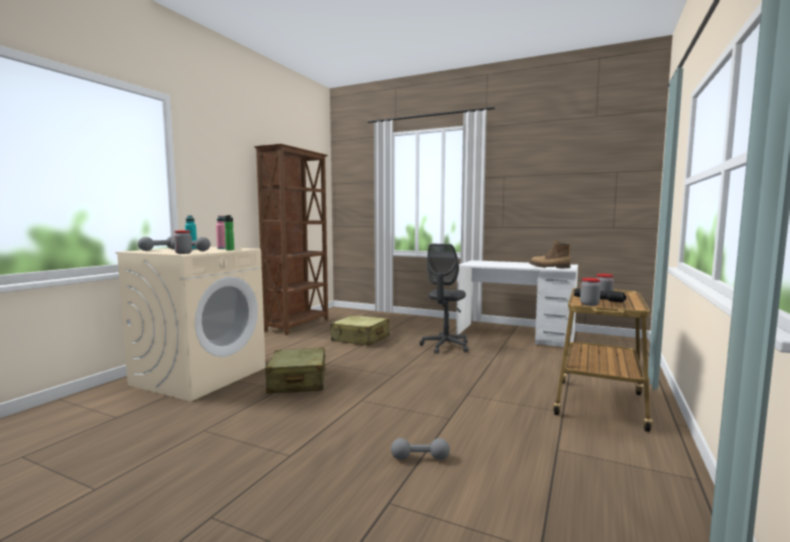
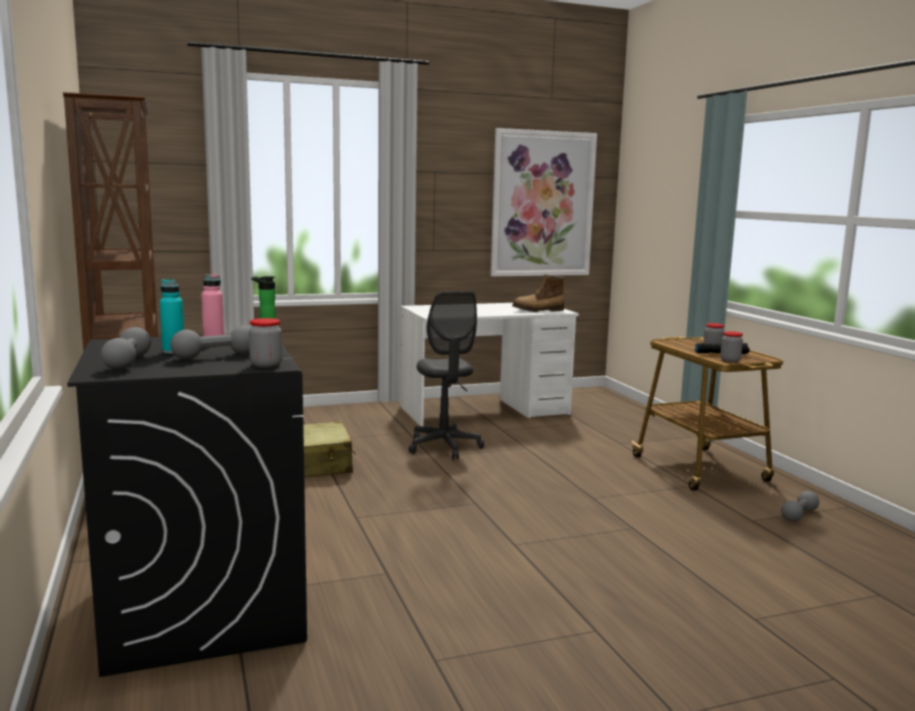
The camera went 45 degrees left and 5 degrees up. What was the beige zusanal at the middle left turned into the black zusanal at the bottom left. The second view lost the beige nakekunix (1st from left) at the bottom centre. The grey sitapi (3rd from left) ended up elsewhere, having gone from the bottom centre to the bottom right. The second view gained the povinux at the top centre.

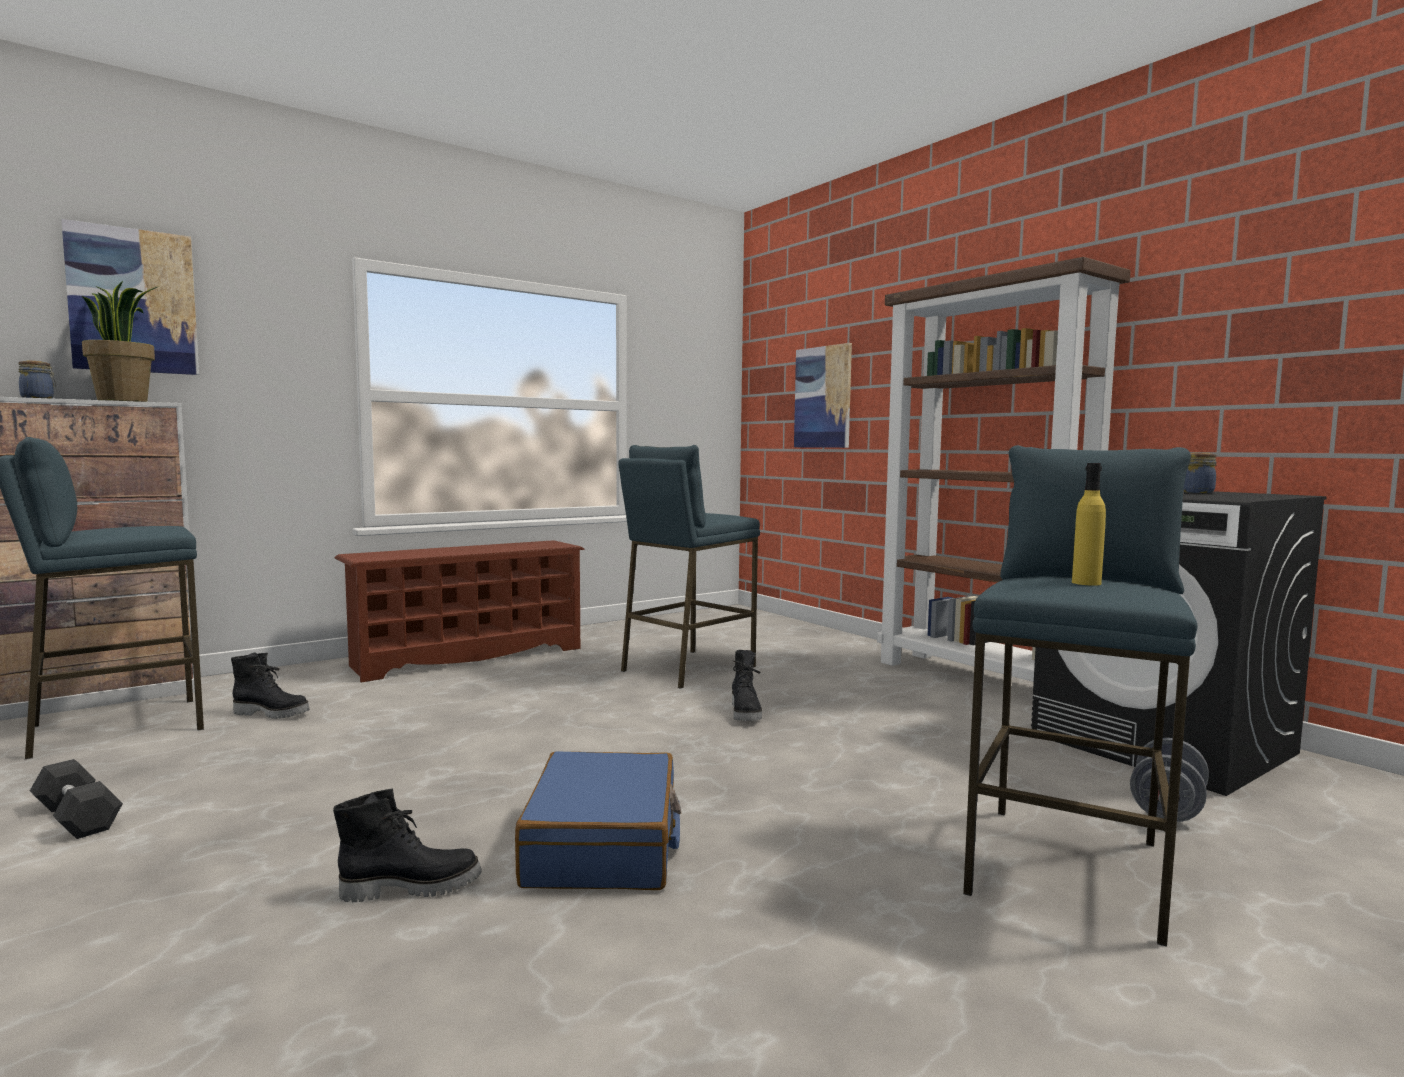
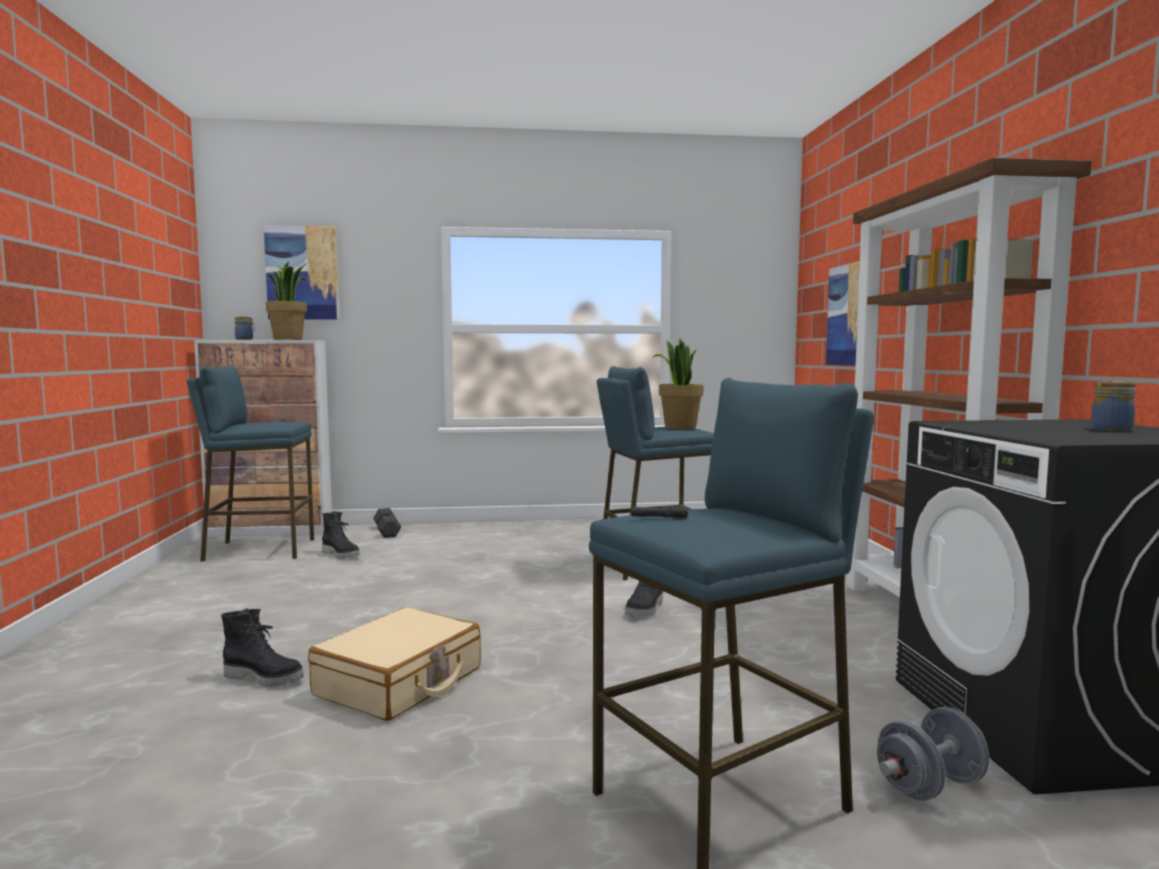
The camera went 30 degrees right and 0 degrees up. The second view lost the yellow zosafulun at the middle right. The second view lost the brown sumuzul at the middle left. What was the blue nakekunix at the bottom centre turned into the beige nakekunix at the bottom centre. The grey sitapi (1st from left) ended up elsewhere, having gone from the bottom left to the centre. The second view gained the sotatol (2nd from left) at the centre. The second view gained the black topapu at the centre.

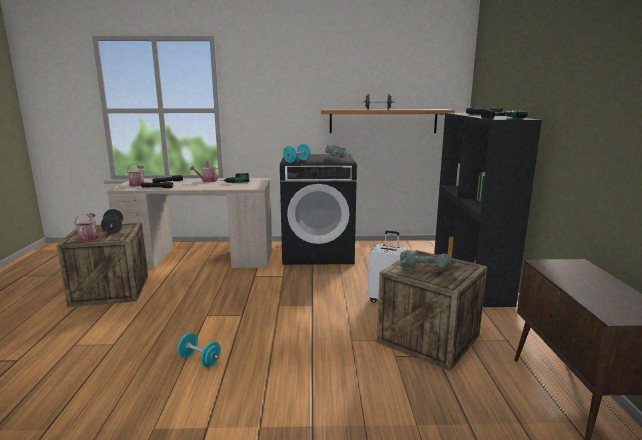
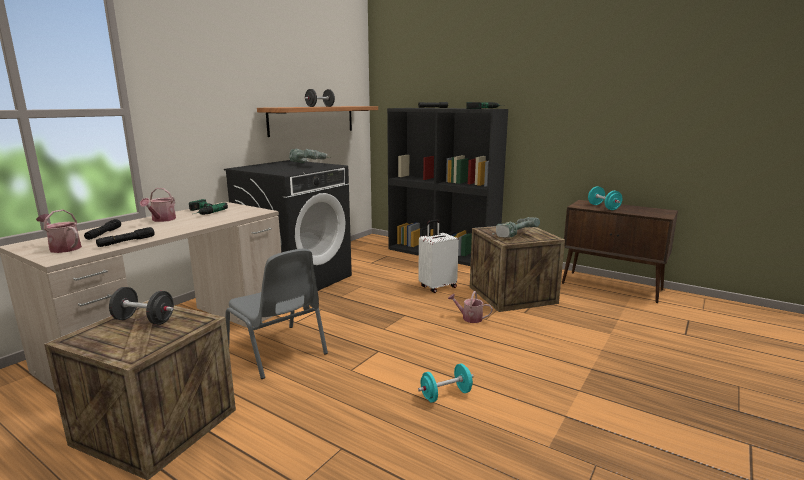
The camera went 55 degrees left and 0 degrees up. The turquoise sitapi (2nd from left) ended up elsewhere, having gone from the centre to the middle right. The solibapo (1st from left in the first image) ended up elsewhere, having gone from the middle left to the centre. The second view gained the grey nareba at the centre.

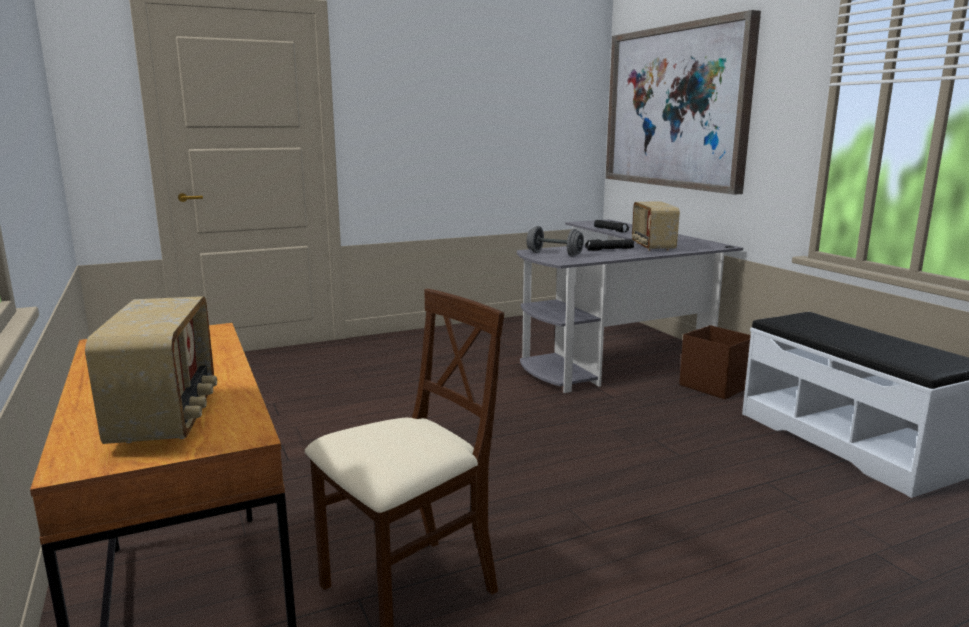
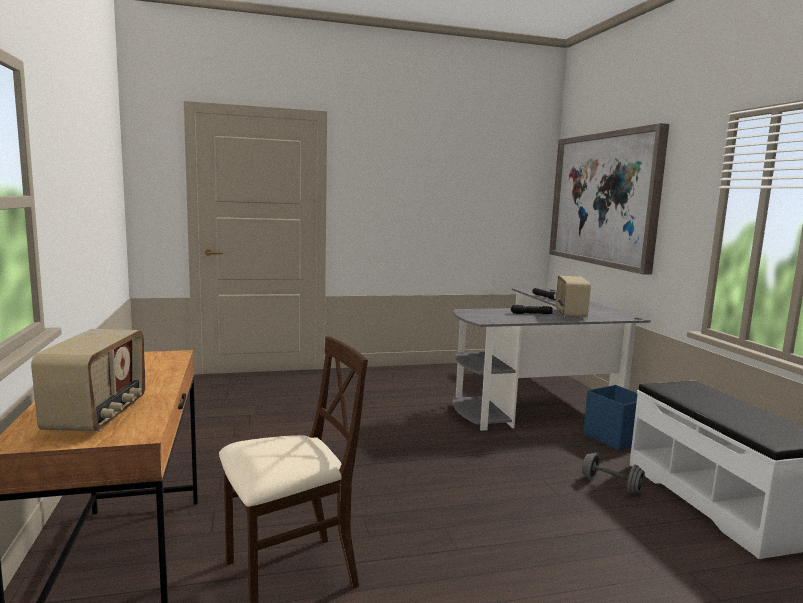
The camera went 10 degrees right and 5 degrees down. The grey sitapi ended up elsewhere, having gone from the centre to the bottom right. What was the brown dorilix at the middle right turned into the blue dorilix at the bottom right.

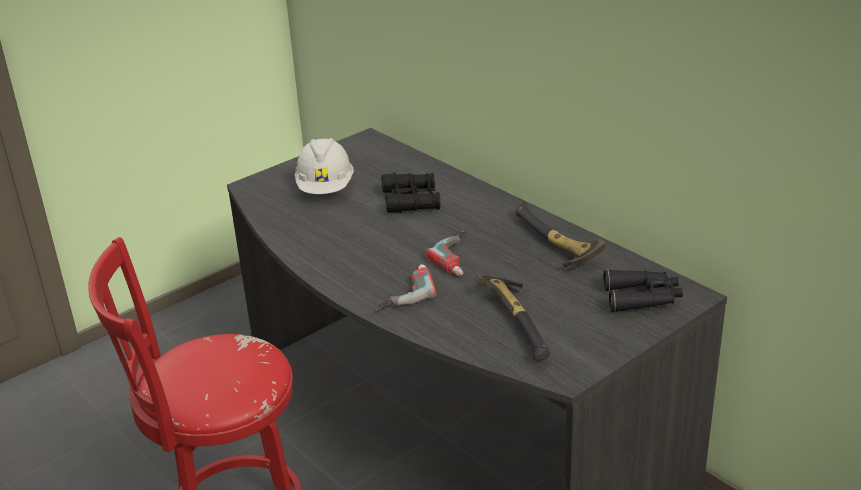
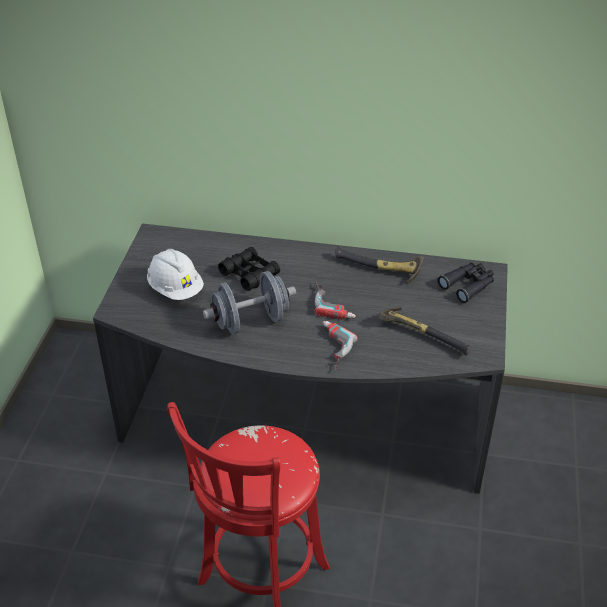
The camera went 40 degrees left and 10 degrees up. The second view gained the grey sitapi at the centre.

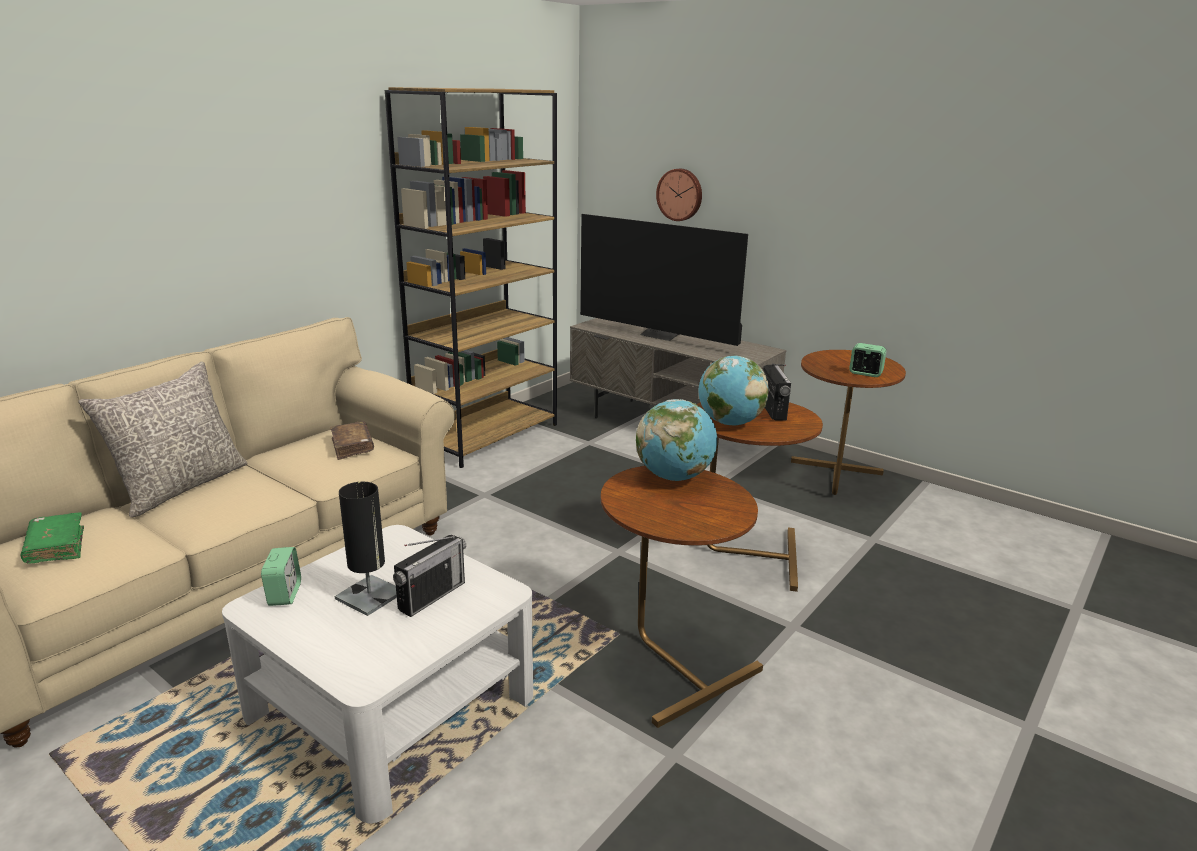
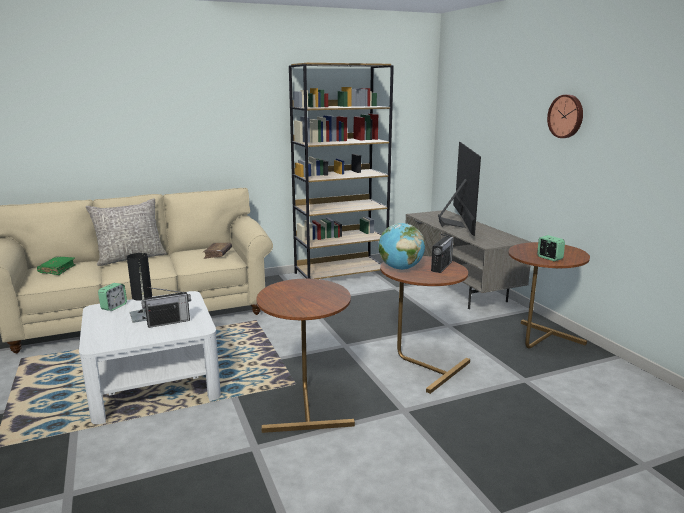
The camera went 30 degrees right and 5 degrees down. The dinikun ended up elsewhere, having gone from the top centre to the top right. The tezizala at the top centre ended up facing another way, 150 degrees counterclockwise from before. The second view lost the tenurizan (1st from left) at the centre.

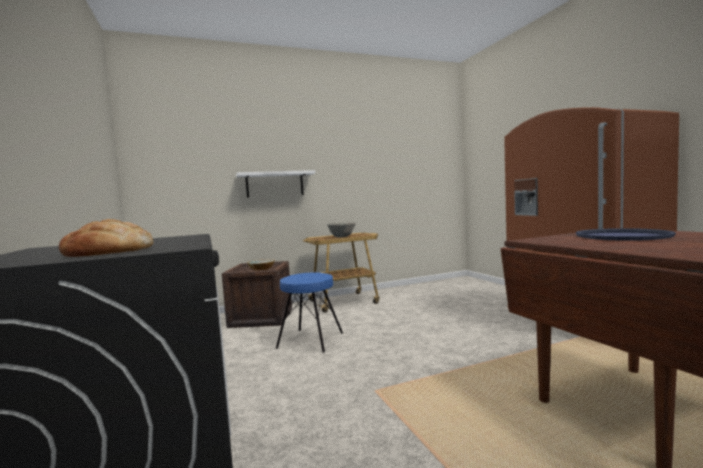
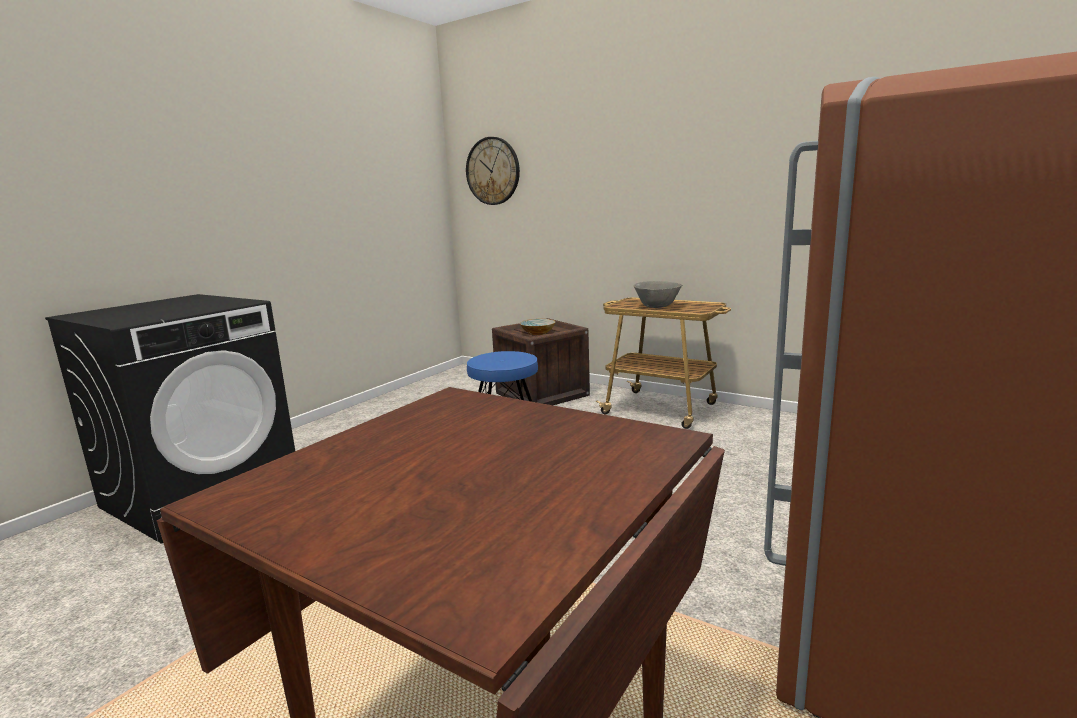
The camera went 55 degrees right and 10 degrees up. The second view lost the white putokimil at the centre. The second view lost the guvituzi at the middle left. The second view lost the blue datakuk at the middle right. The second view gained the dinikun at the top centre.

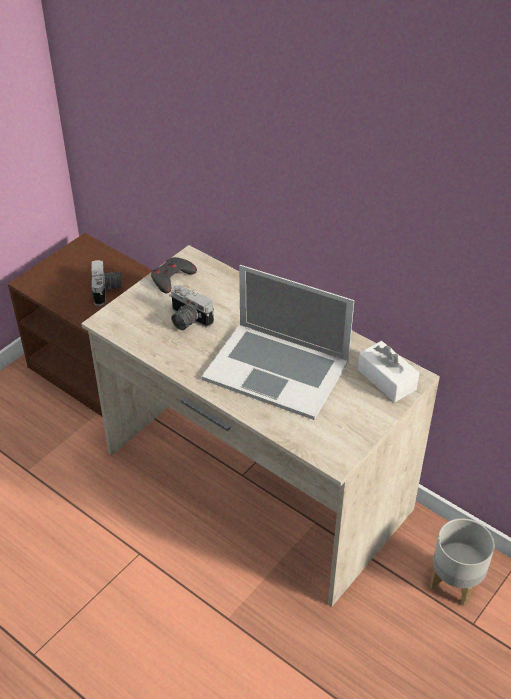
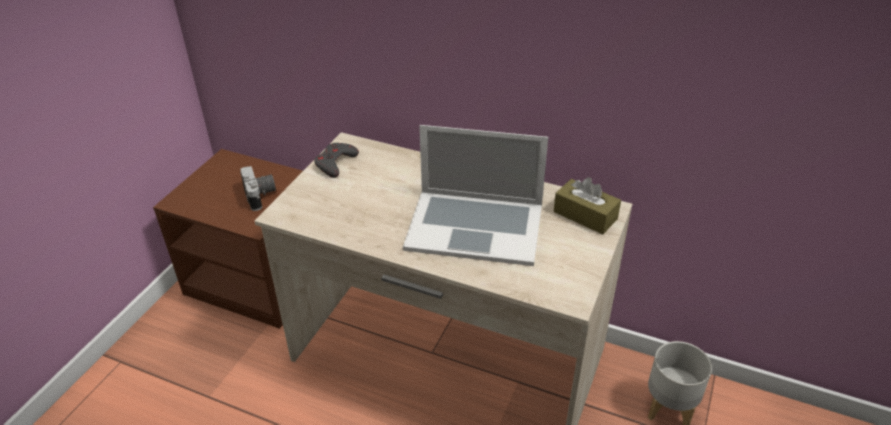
The camera went 15 degrees left and 5 degrees down. The second view lost the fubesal (2nd from left) at the centre. What was the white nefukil at the middle right turned into the brown nefukil at the centre.

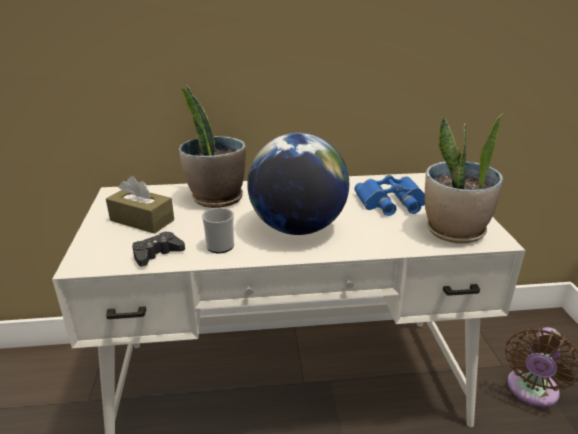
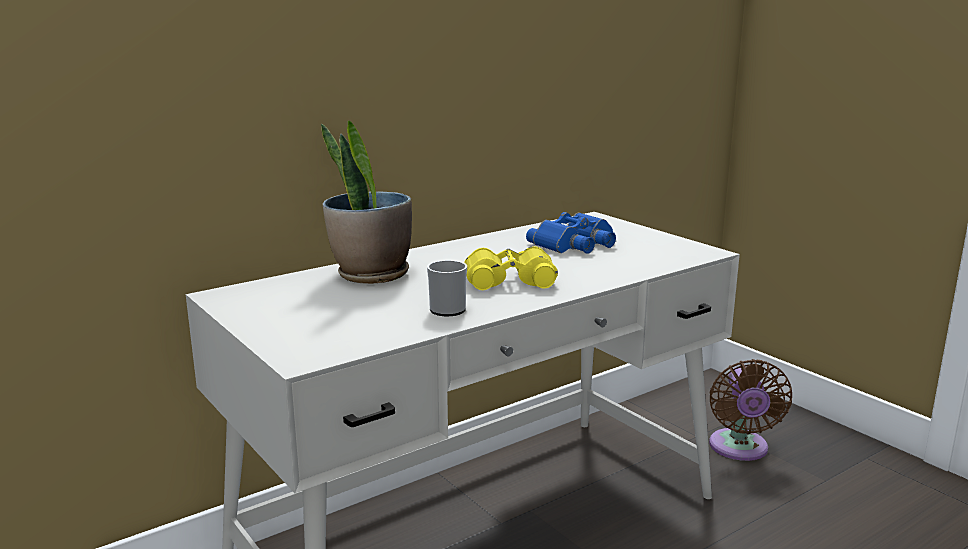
The camera went 30 degrees left and 10 degrees down. The second view lost the sotatol (2nd from left) at the middle right. Where the tenurizan stood at the centre, the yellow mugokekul came to stand at the centre. The second view lost the brown nefukil at the middle left. The second view lost the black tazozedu at the middle left.

